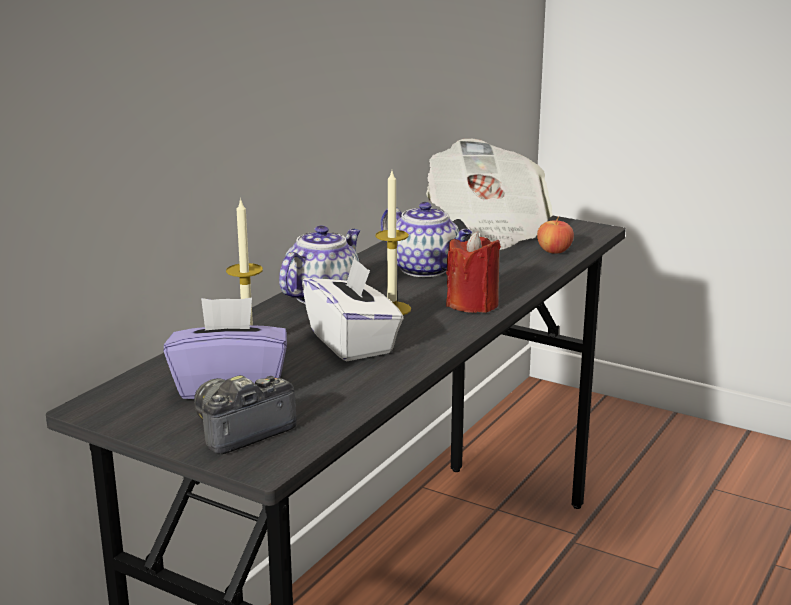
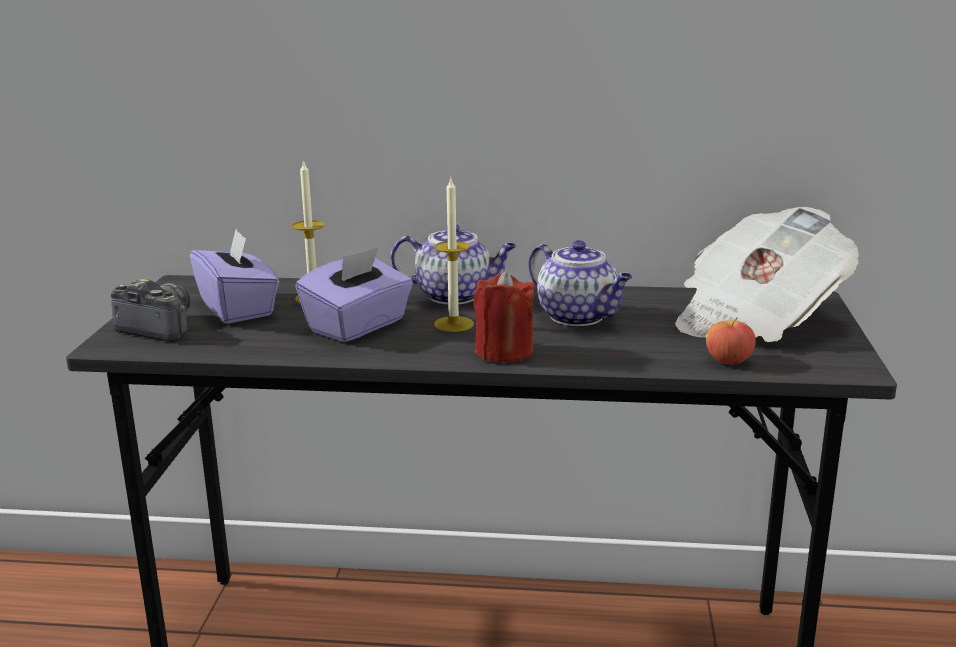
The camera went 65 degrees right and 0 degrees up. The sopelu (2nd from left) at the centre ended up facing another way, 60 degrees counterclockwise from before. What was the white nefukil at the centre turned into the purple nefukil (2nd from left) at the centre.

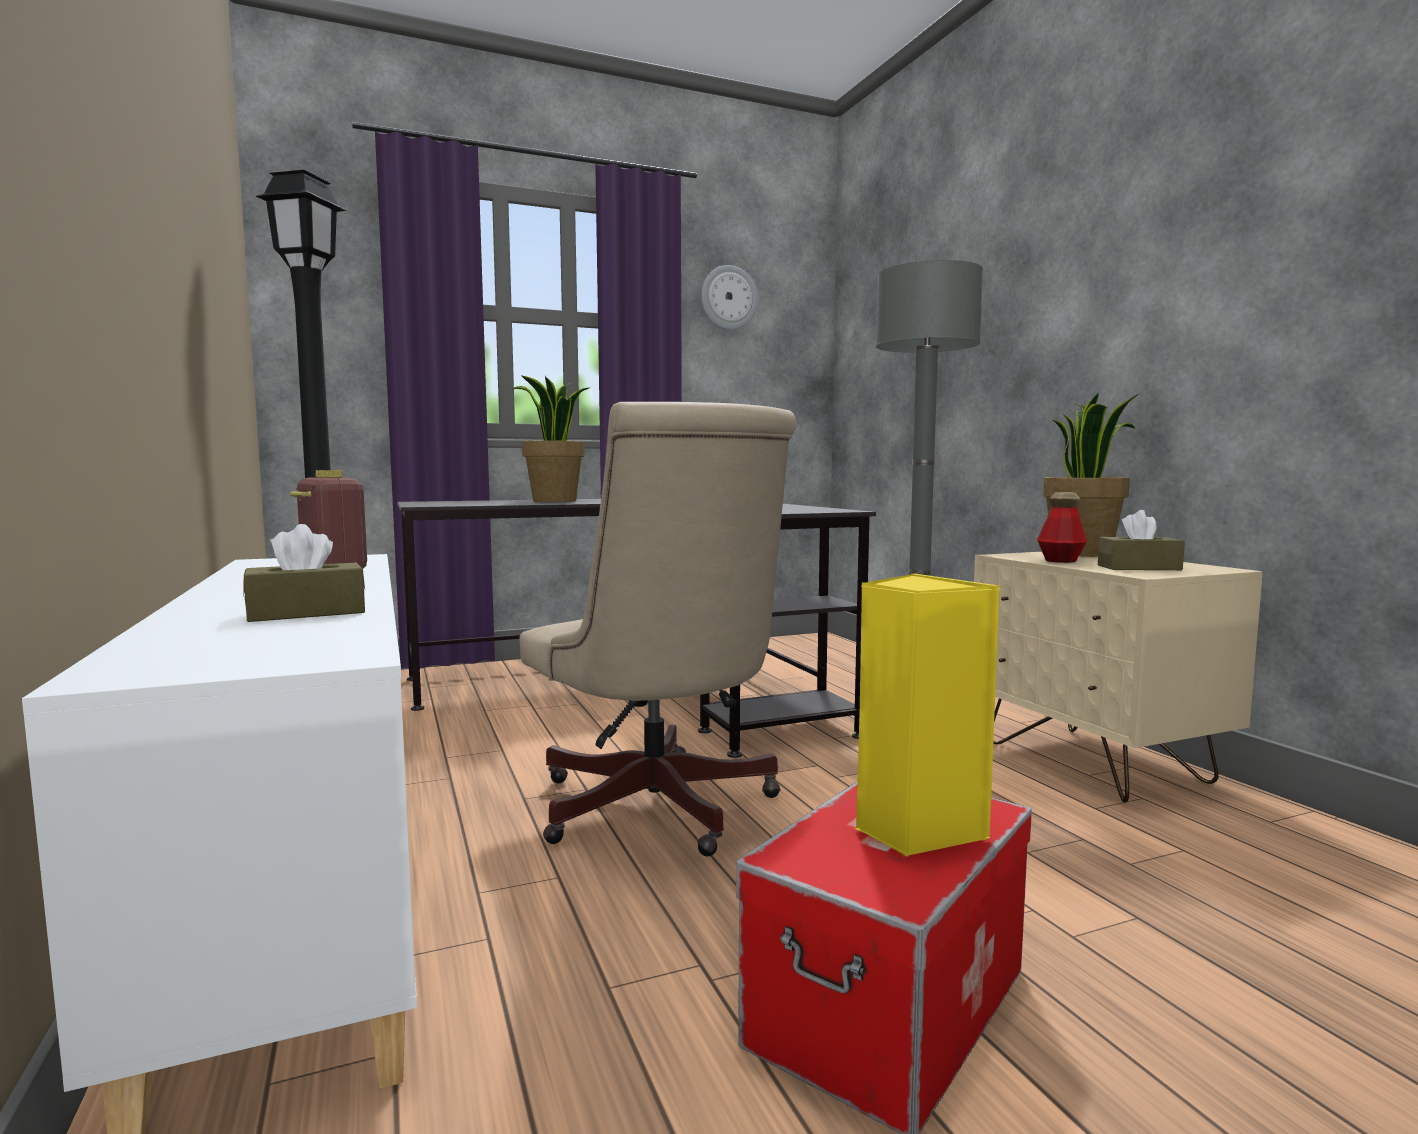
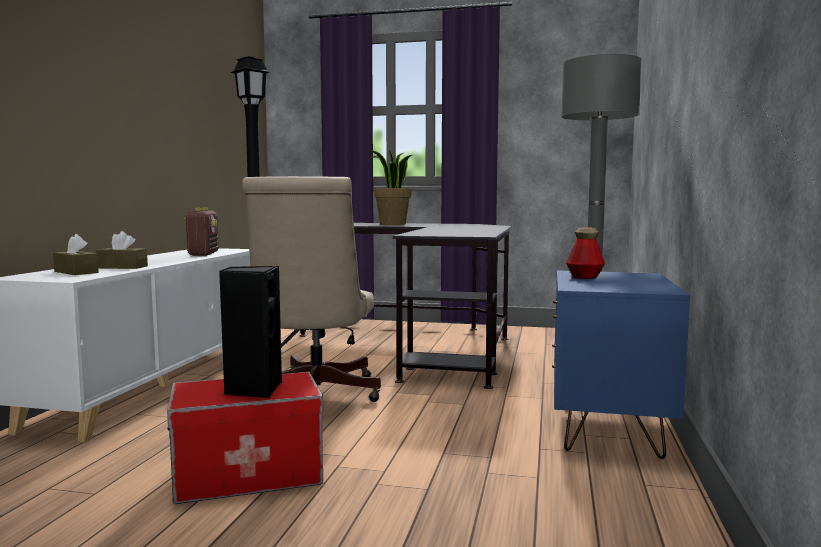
The camera went 35 degrees right and 0 degrees up. The second view lost the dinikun at the top centre. The second view lost the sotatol (2nd from left) at the middle right. The brown nefukil (2nd from left in the first image) ended up elsewhere, having gone from the middle right to the middle left. What was the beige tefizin at the middle right turned into the blue tefizin at the bottom right. What was the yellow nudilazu at the centre turned into the black nudilazu at the middle left.

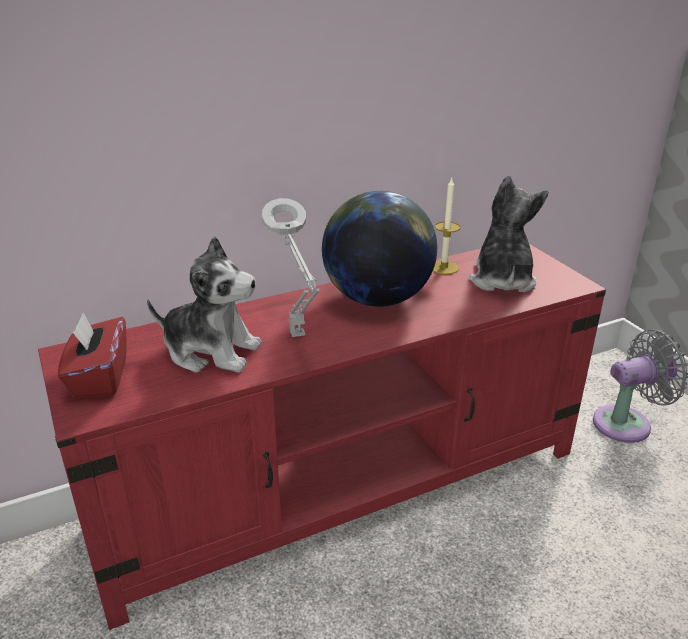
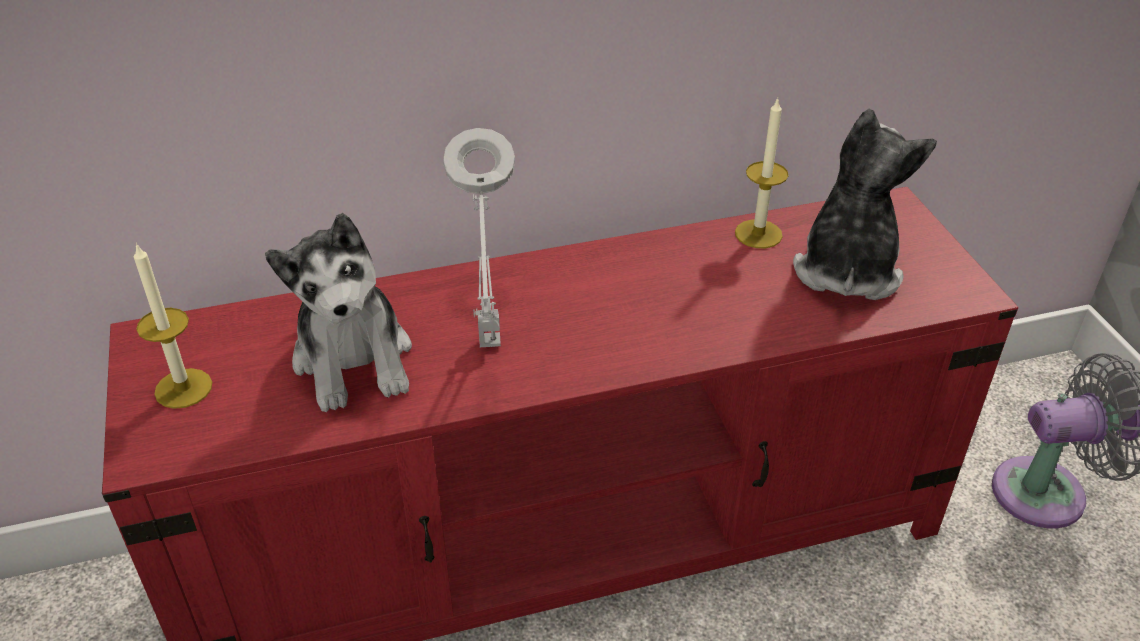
The camera went 10 degrees right and 10 degrees up. The second view lost the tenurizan at the centre. The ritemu (1st from left) at the middle left ended up facing another way, 45 degrees clockwise from before. Where the red nefukil stood at the middle left, the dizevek (1st from left) came to stand at the middle left.

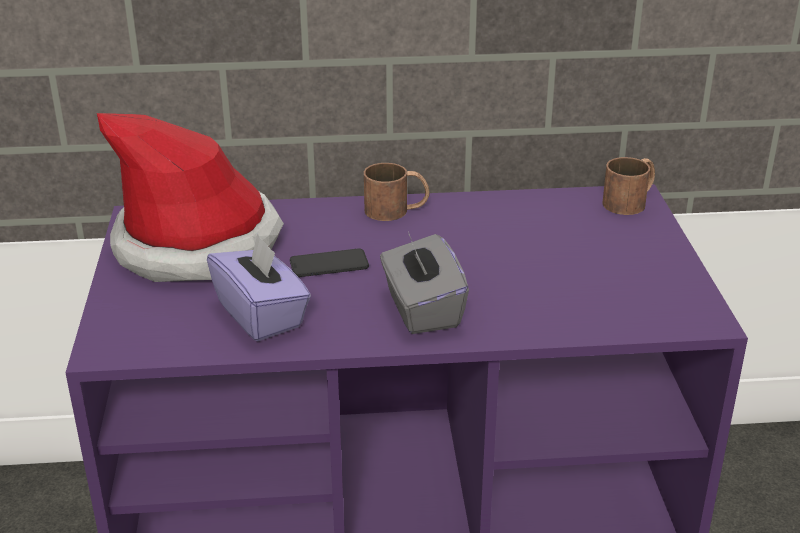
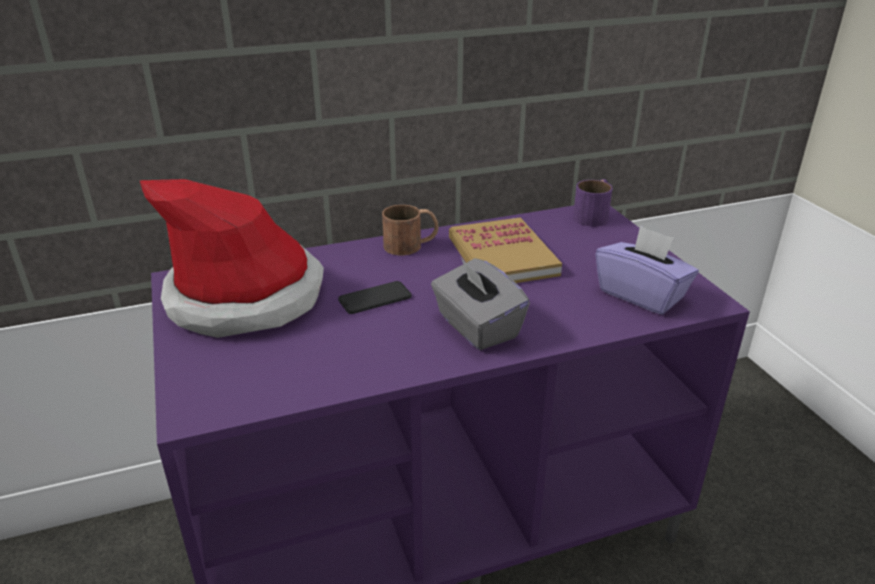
The camera went 15 degrees left and 0 degrees up. What was the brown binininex (2nd from left) at the middle right turned into the purple binininex at the middle right. The purple nefukil ended up elsewhere, having gone from the middle left to the middle right. The second view gained the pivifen at the centre.

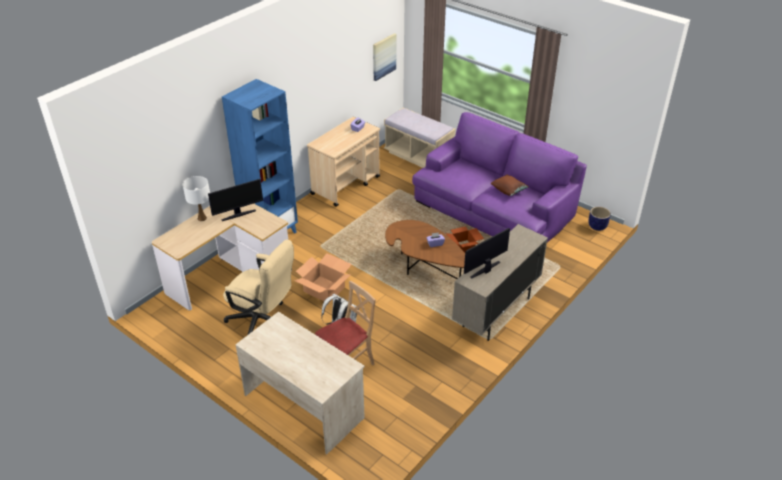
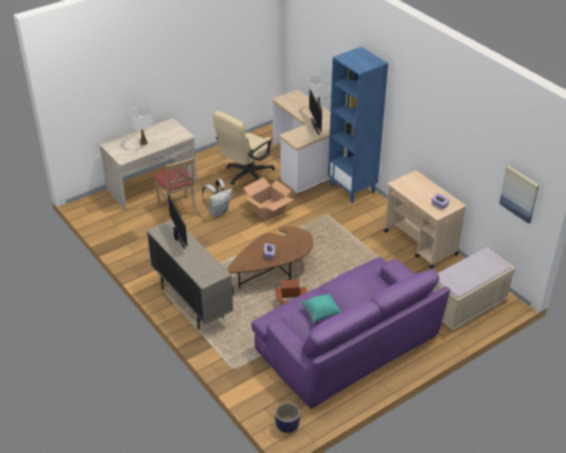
The camera went 105 degrees right and 0 degrees up. What was the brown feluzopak at the centre turned into the turquoise feluzopak at the bottom centre. The second view gained the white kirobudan (1st from left) at the top left.

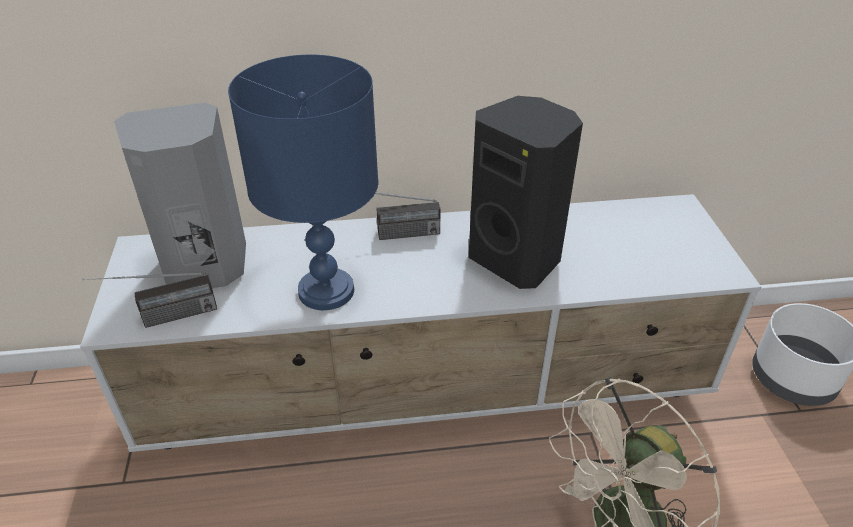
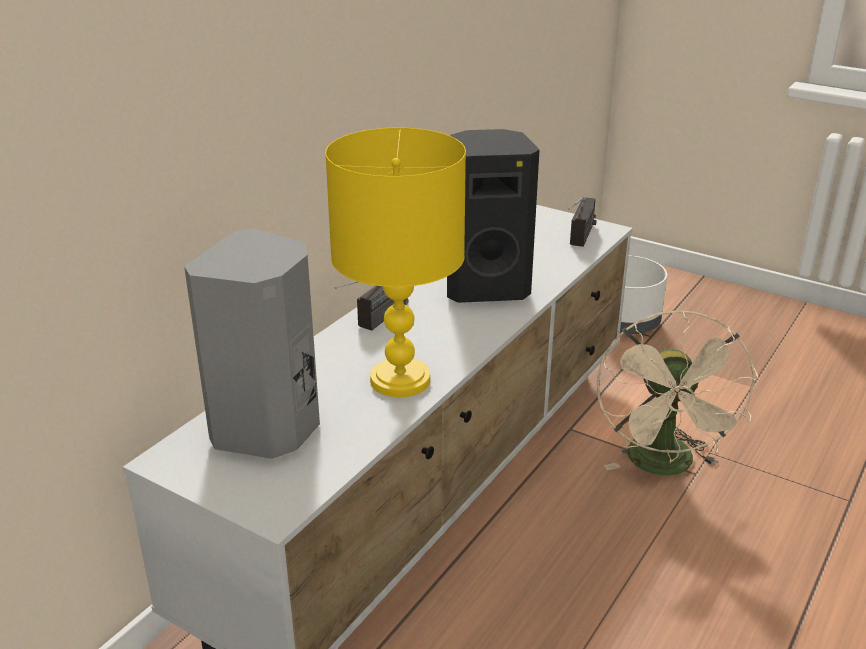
The camera went 50 degrees left and 10 degrees down. What was the blue kirobudan at the centre turned into the yellow kirobudan at the centre. The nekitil (1st from left in the first image) ended up elsewhere, having gone from the middle left to the middle right.

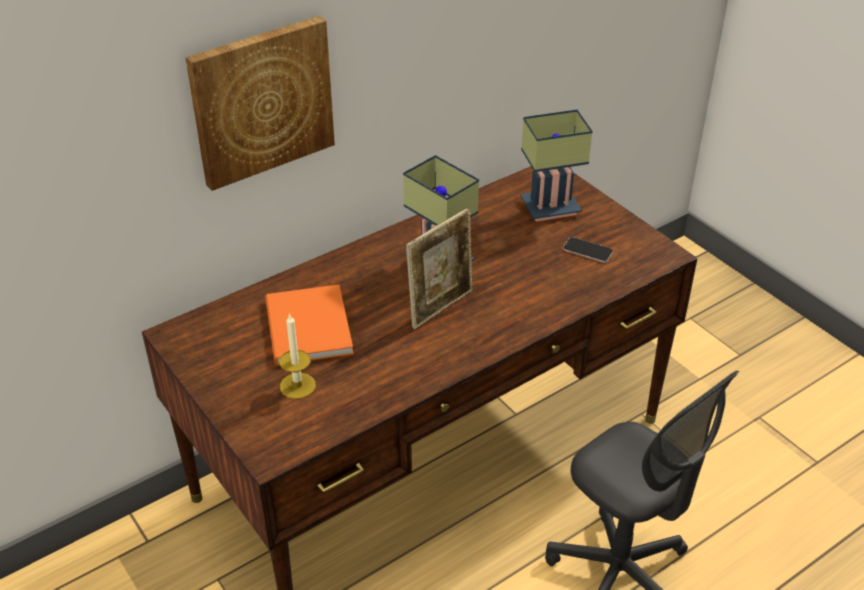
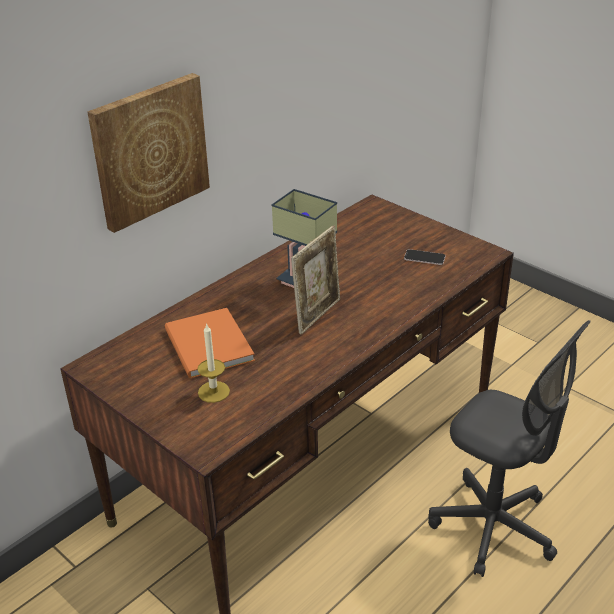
The camera went 10 degrees left and 5 degrees down. The second view lost the kirobudan (2nd from left) at the top centre.

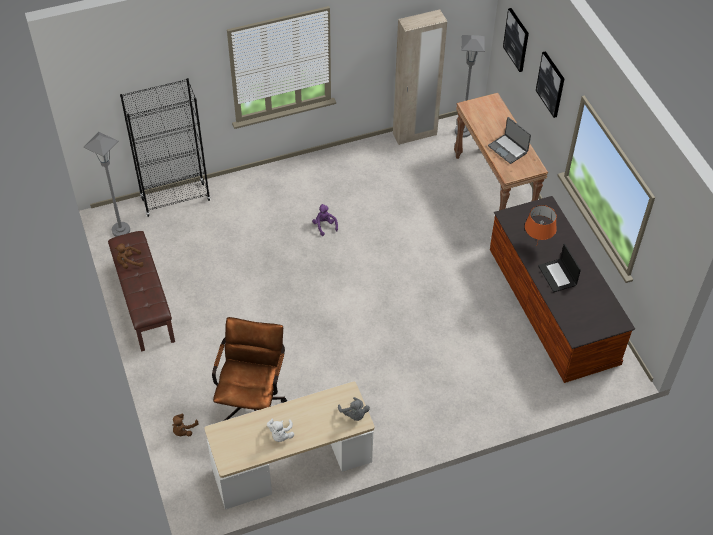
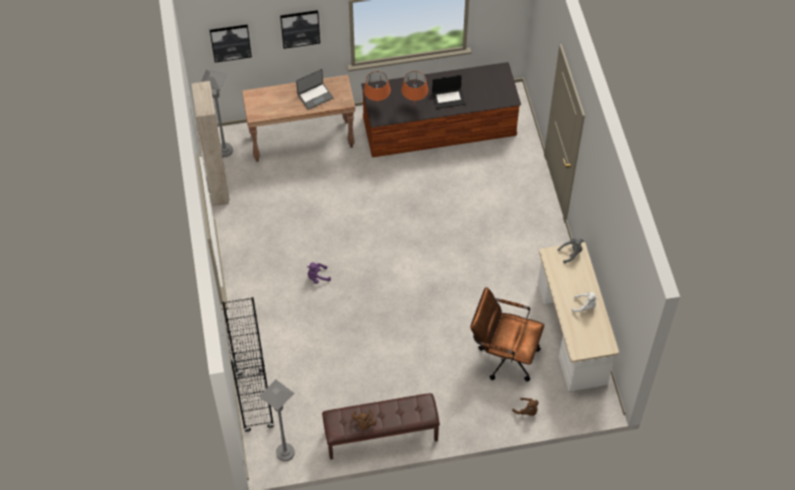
The camera went 80 degrees left and 5 degrees up. The second view gained the orange kirobudan (1st from left) at the top centre.

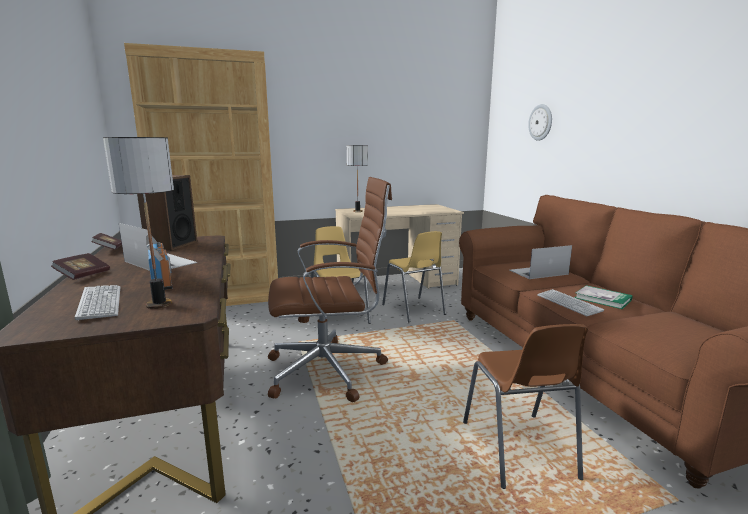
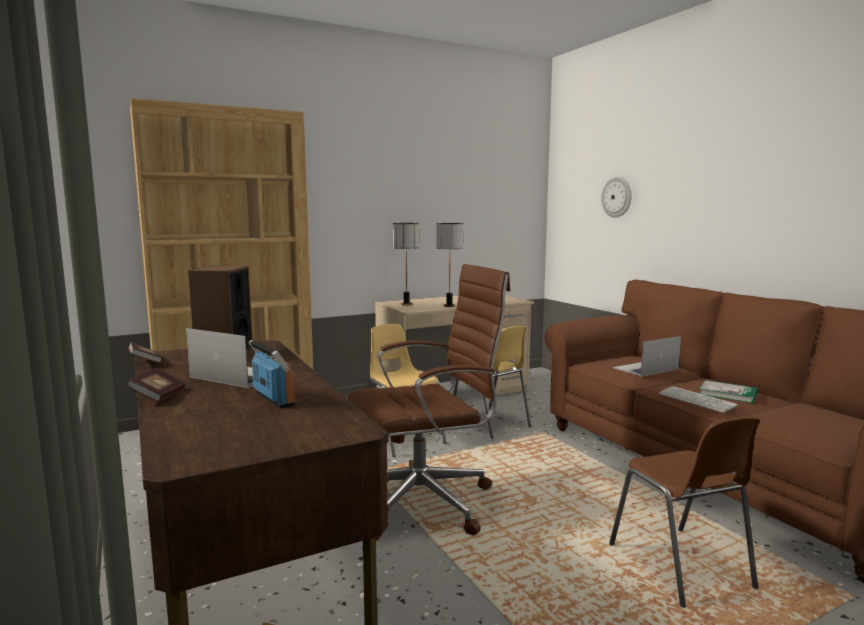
The camera went 10 degrees left and 5 degrees down. The kirobudan (1st from left in the first image) ended up elsewhere, having gone from the middle left to the centre. The second view lost the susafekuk (1st from left) at the middle left.

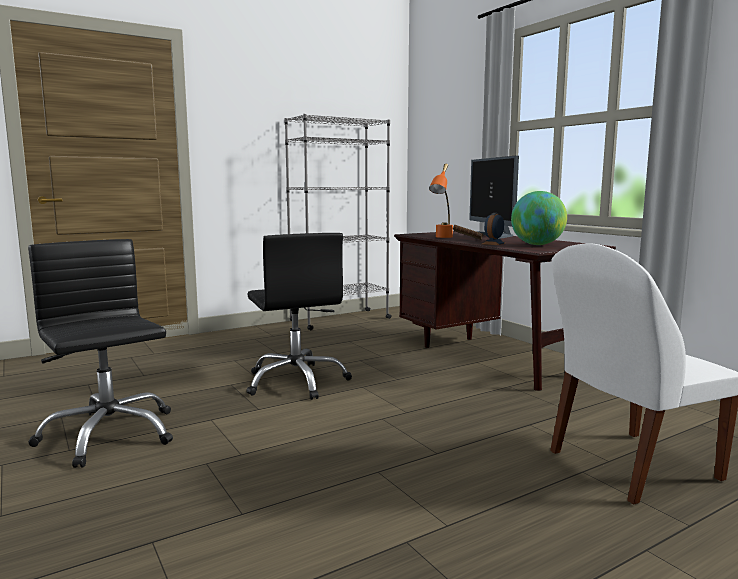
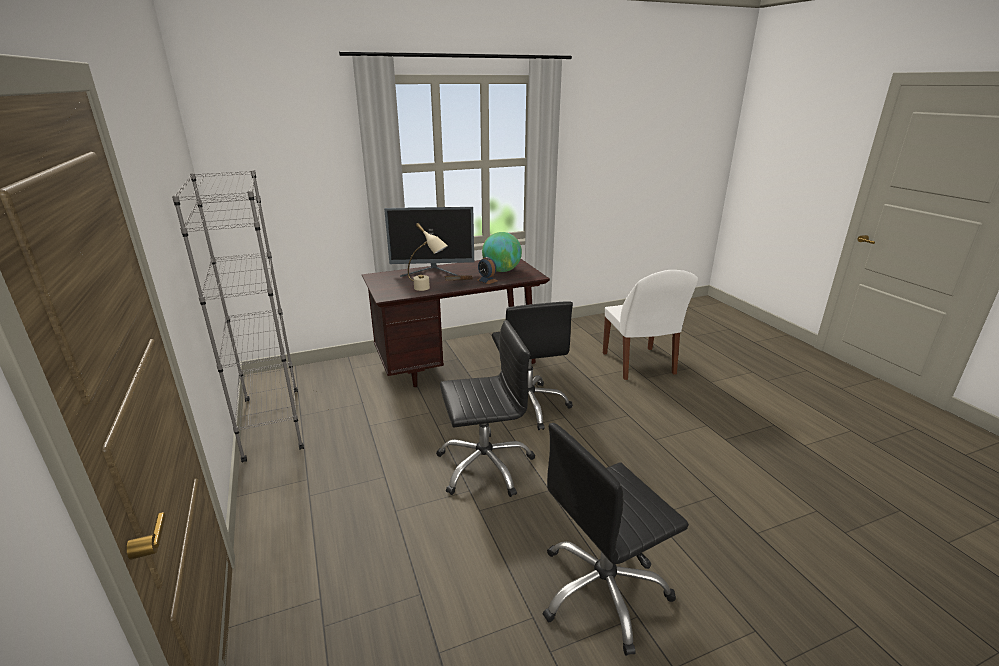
The camera went 80 degrees left and 15 degrees up. What was the orange kirobudan at the centre turned into the beige kirobudan at the centre. The second view gained the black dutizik (2nd from left) at the centre.

